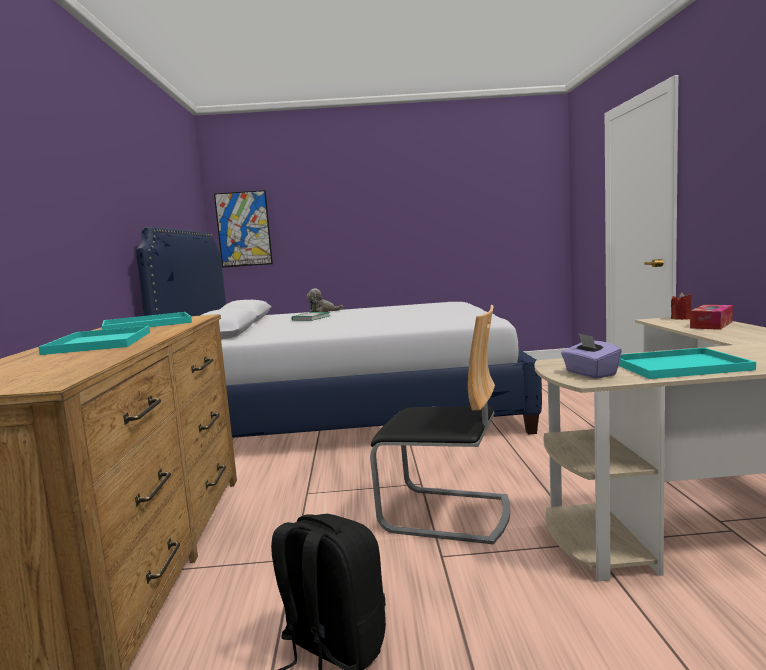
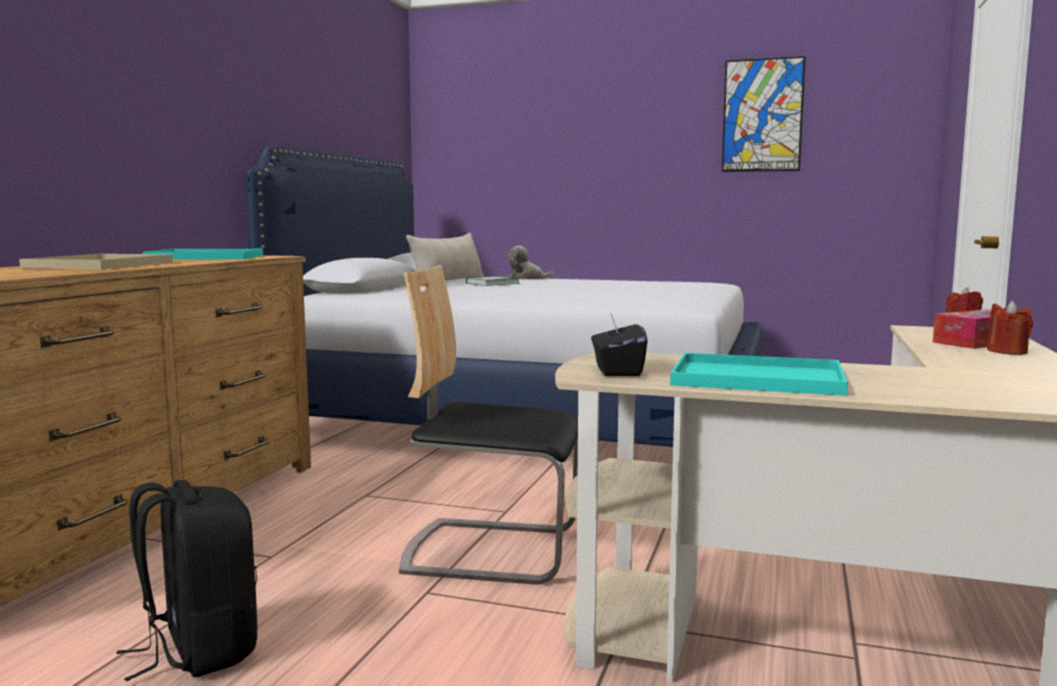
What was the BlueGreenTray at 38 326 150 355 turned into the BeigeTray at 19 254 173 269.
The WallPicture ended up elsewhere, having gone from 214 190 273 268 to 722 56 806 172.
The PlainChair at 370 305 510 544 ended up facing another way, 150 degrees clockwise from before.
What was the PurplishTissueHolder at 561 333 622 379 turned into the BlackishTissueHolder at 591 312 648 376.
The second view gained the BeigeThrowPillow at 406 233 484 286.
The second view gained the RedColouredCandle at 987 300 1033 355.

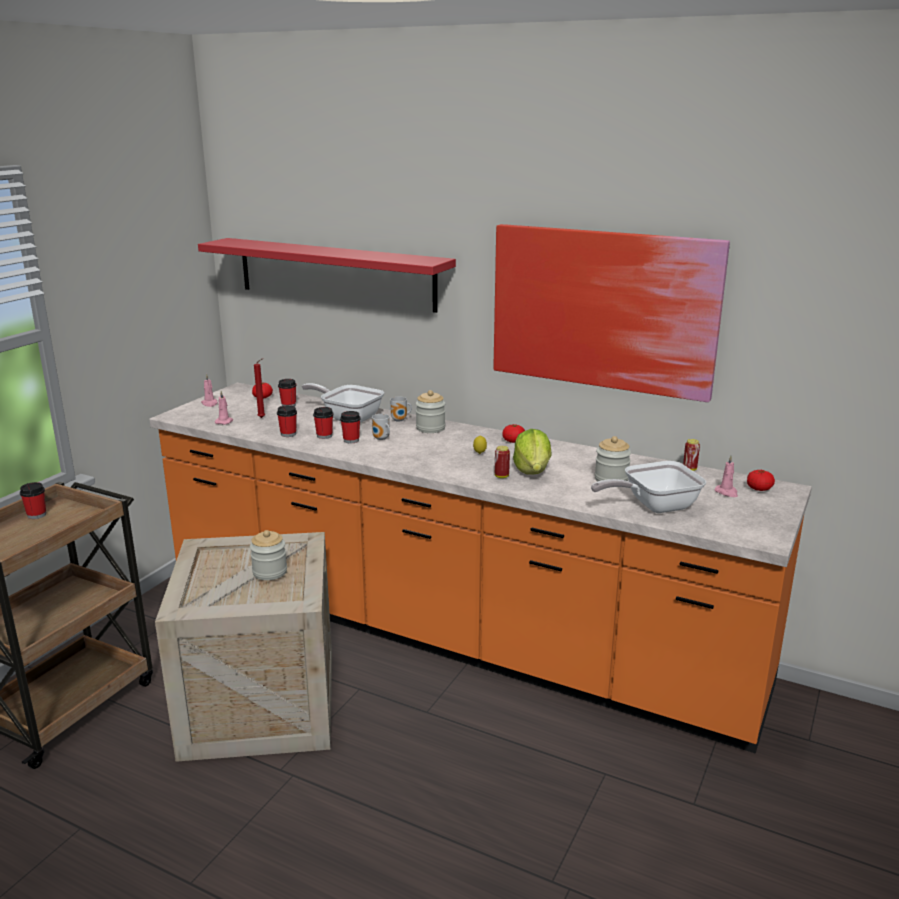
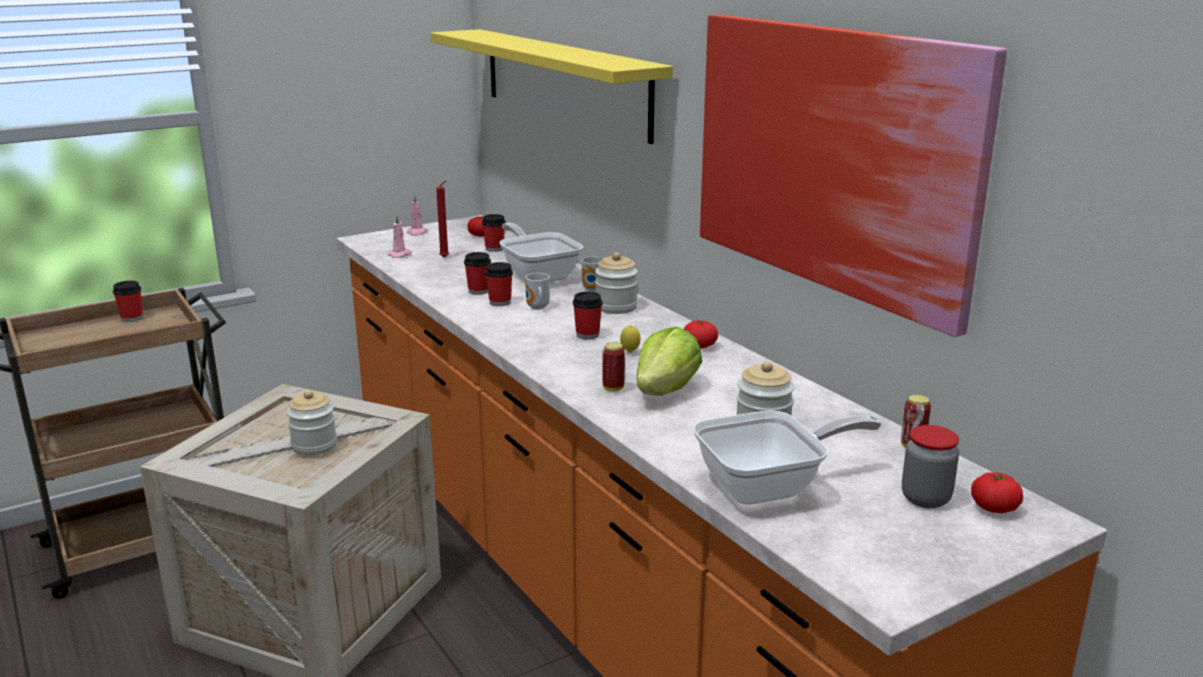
What was the RedColouredBracketShelf at 198 238 456 313 turned into the YellowBracketShelf at 431 29 673 144.
The Cup ended up elsewhere, having gone from 277 405 297 437 to 573 292 603 340.
The Skillet at 591 461 706 513 ended up facing another way, 150 degrees clockwise from before.
Where the PinkishCandle stood at 715 456 738 497, the PreserveJar came to stand at 902 425 959 508.

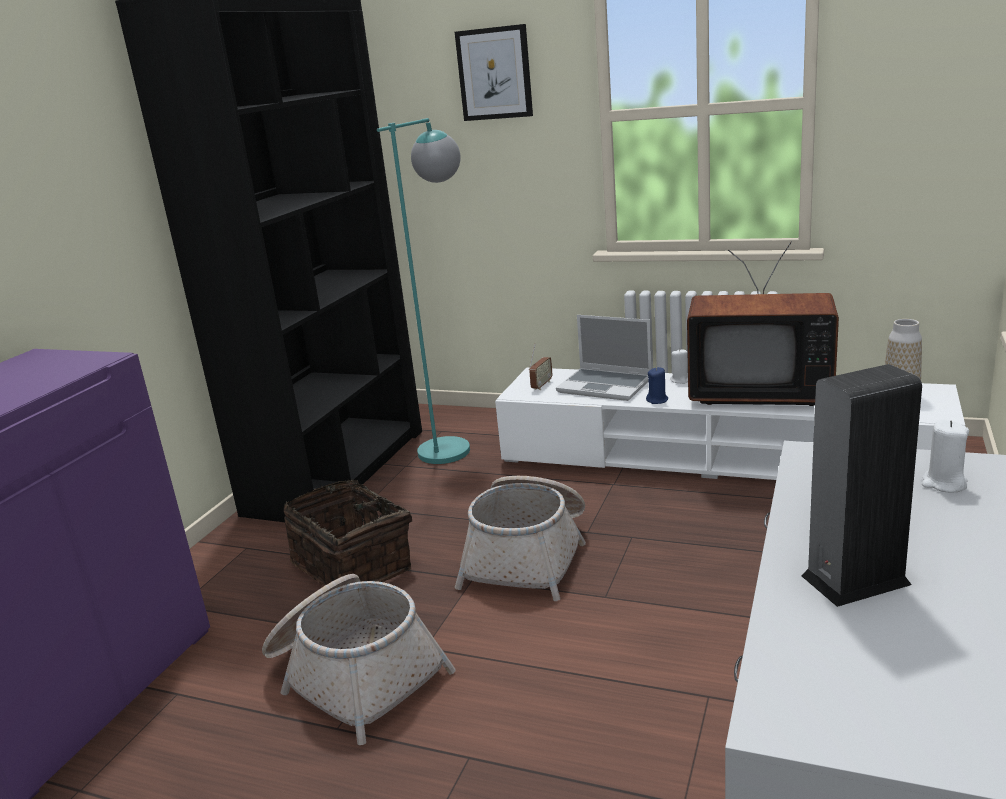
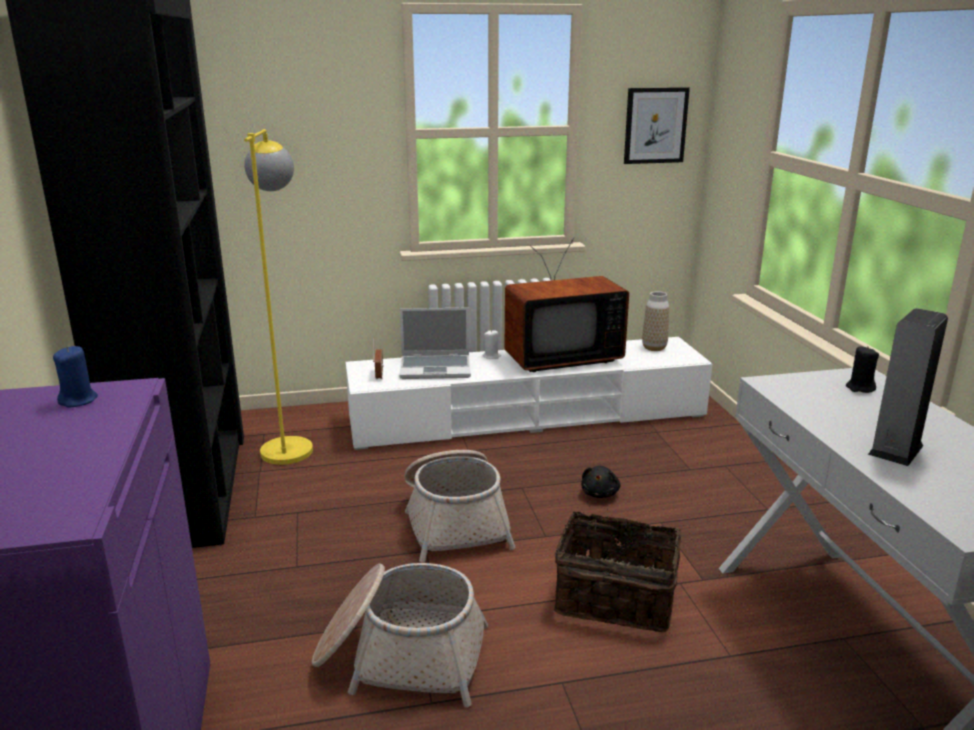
The HouseholdBasket ended up elsewhere, having gone from 284 479 412 586 to 553 505 681 632.
What was the BlueGreenFloorLamp at 377 118 470 464 turned into the YellowFloorLamp at 244 129 313 465.
The WallPicture ended up elsewhere, having gone from 455 24 533 121 to 624 87 690 164.
The BlueCandle ended up elsewhere, having gone from 646 367 668 404 to 53 346 98 407.
What was the WhiteColouredCandle at 922 419 969 493 turned into the BlackishCandle at 846 346 879 393.
The second view gained the BlackishSoftToy at 581 466 621 498.

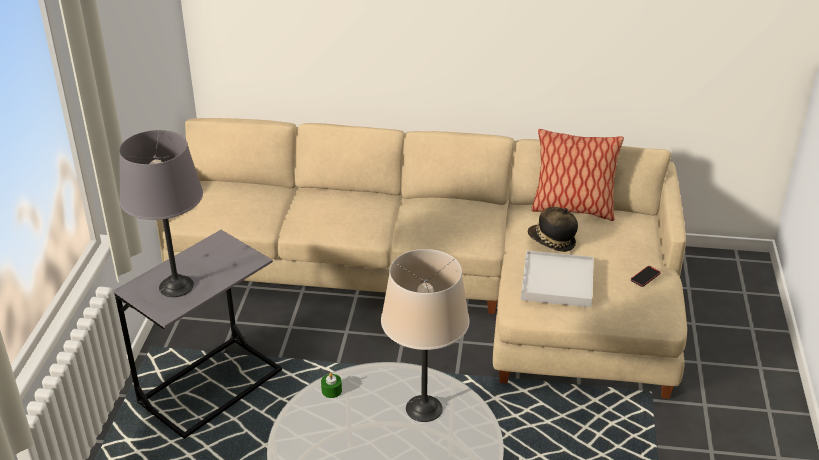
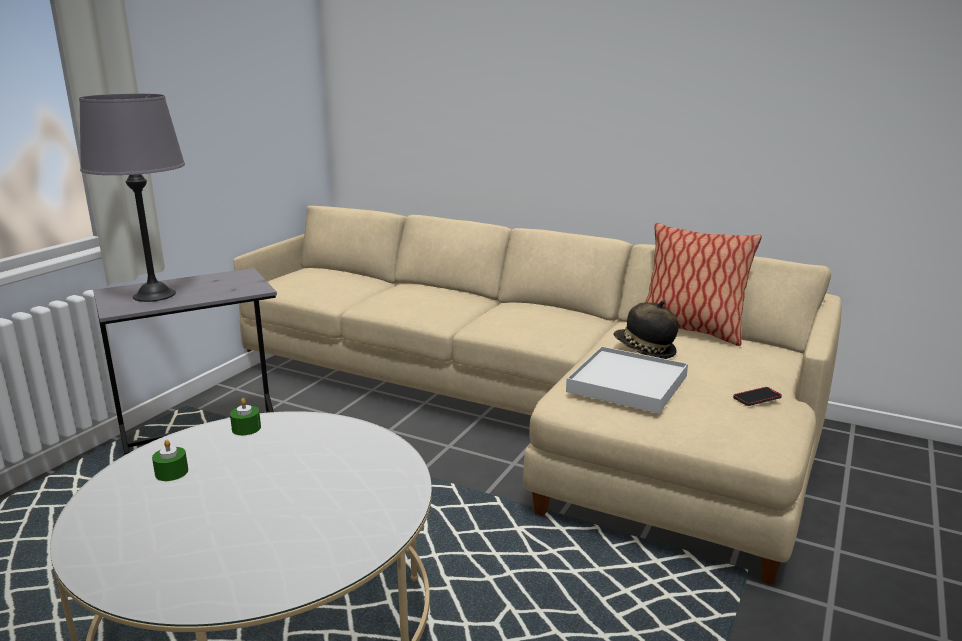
The second view lost the BeigeTableLamp at 381 249 470 422.
The second view gained the GreenishCandle at 152 440 188 481.

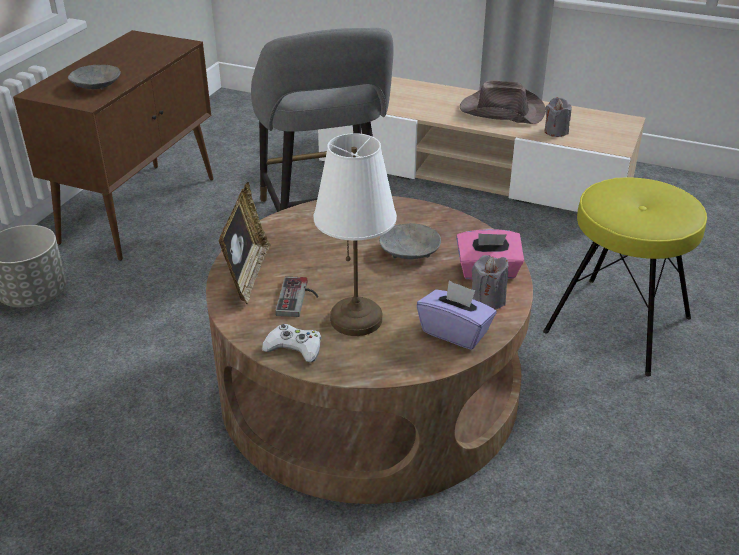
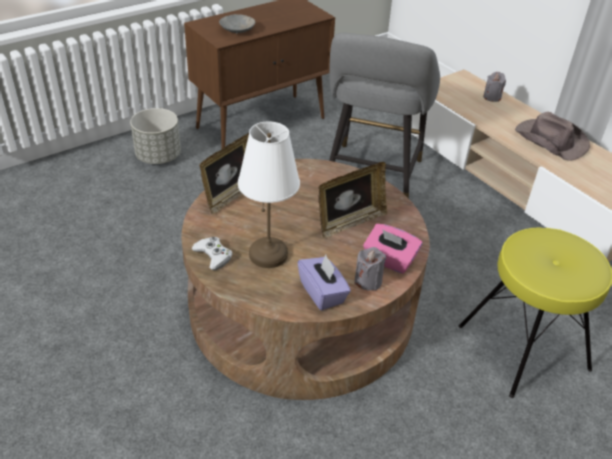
The second view lost the Joypad at 276 276 318 317.
Where the GreyishDeepDish stood at 379 223 441 259, the PhotoFrame came to stand at 319 162 387 238.
The GreyishCandle ended up elsewhere, having gone from 544 97 572 137 to 483 72 506 102.

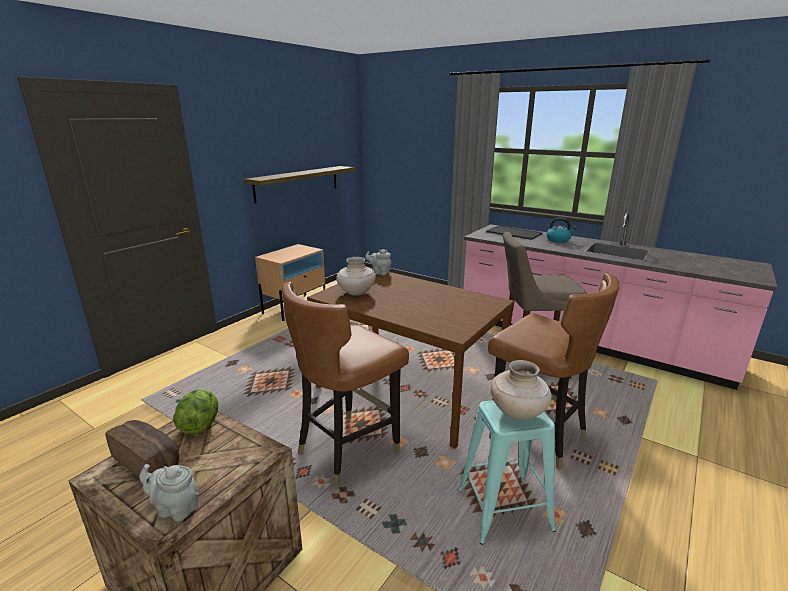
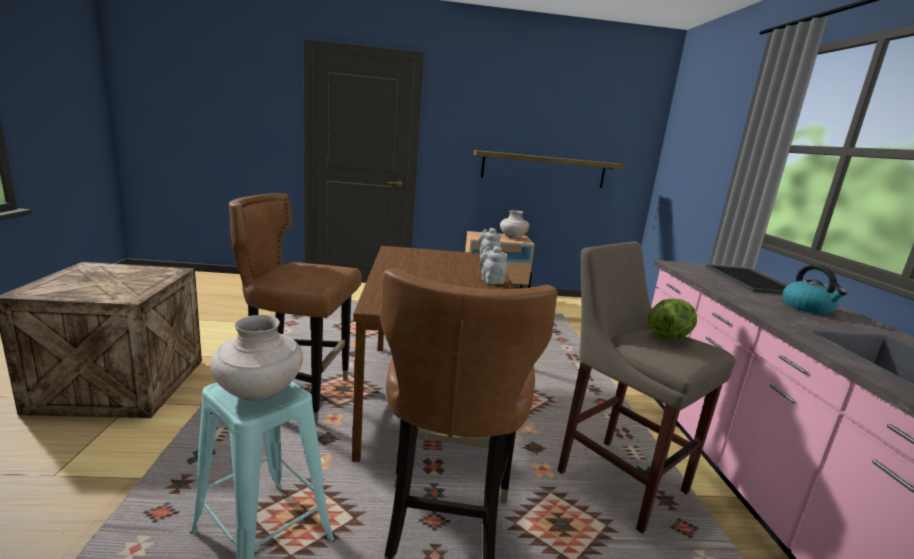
The second view lost the BakedBread at 105 420 180 476.
The GreyishTeapot ended up elsewhere, having gone from 139 464 199 522 to 480 246 507 284.
The HeadOfLettuce ended up elsewhere, having gone from 173 389 218 435 to 648 298 697 340.
The BeigeFlowerVase ended up elsewhere, having gone from 336 257 376 296 to 500 210 530 239.

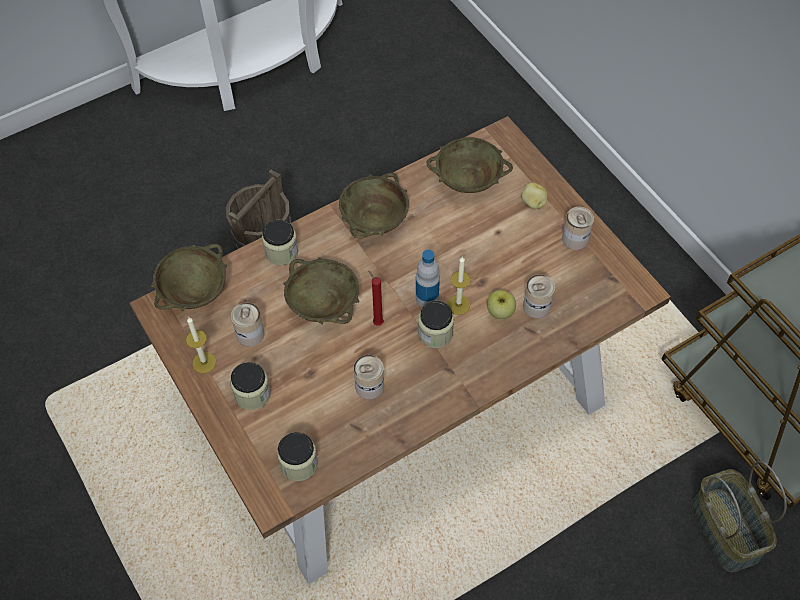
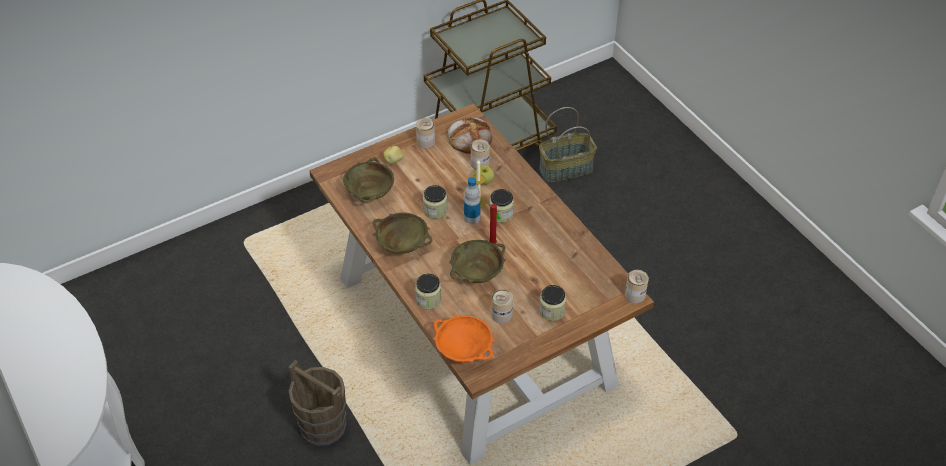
What was the BeigeDeepDish at 151 244 227 311 turned into the OrangeDeepDish at 433 315 495 363.
The second view lost the Candle at 186 317 216 373.
The PreserveJar ended up elsewhere, having gone from 277 432 318 481 to 423 185 448 219.
The SealedCan ended up elsewhere, having gone from 354 355 384 399 to 625 270 649 303.
The second view gained the BakedBread at 447 117 492 154.

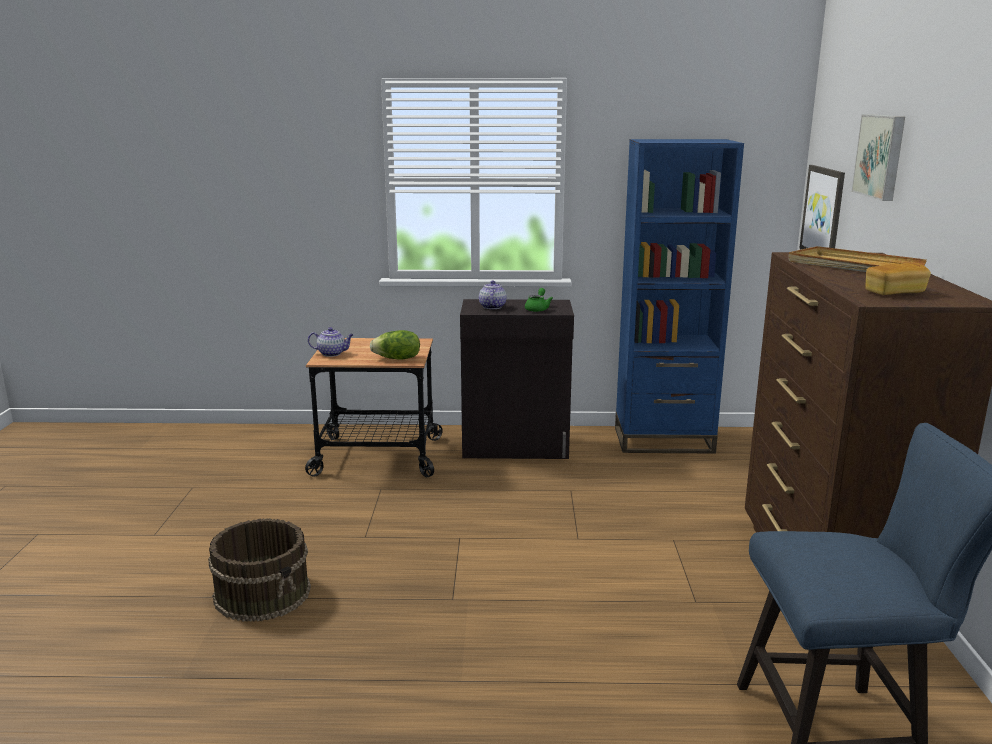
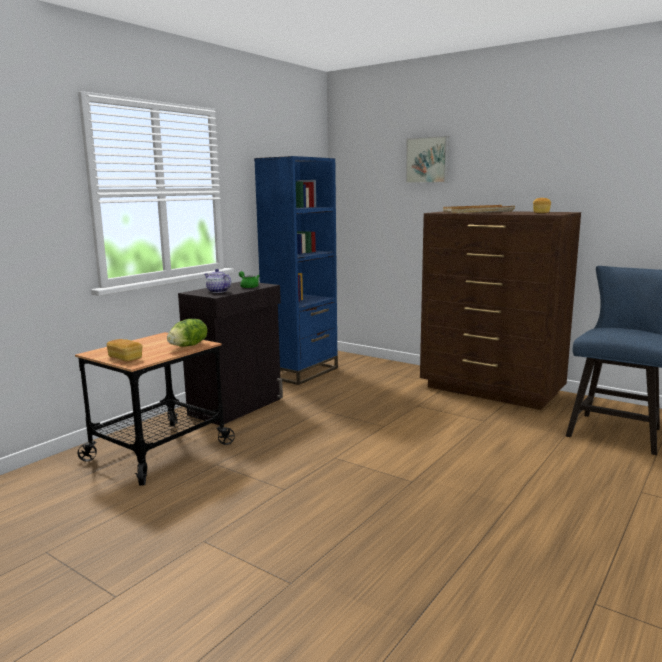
The second view lost the BrownColouredWaterBucket at 208 518 311 622.
Where the Teapot stood at 308 327 354 357, the BakedBread came to stand at 107 339 142 362.
The second view lost the WallPicture at 799 165 845 249.

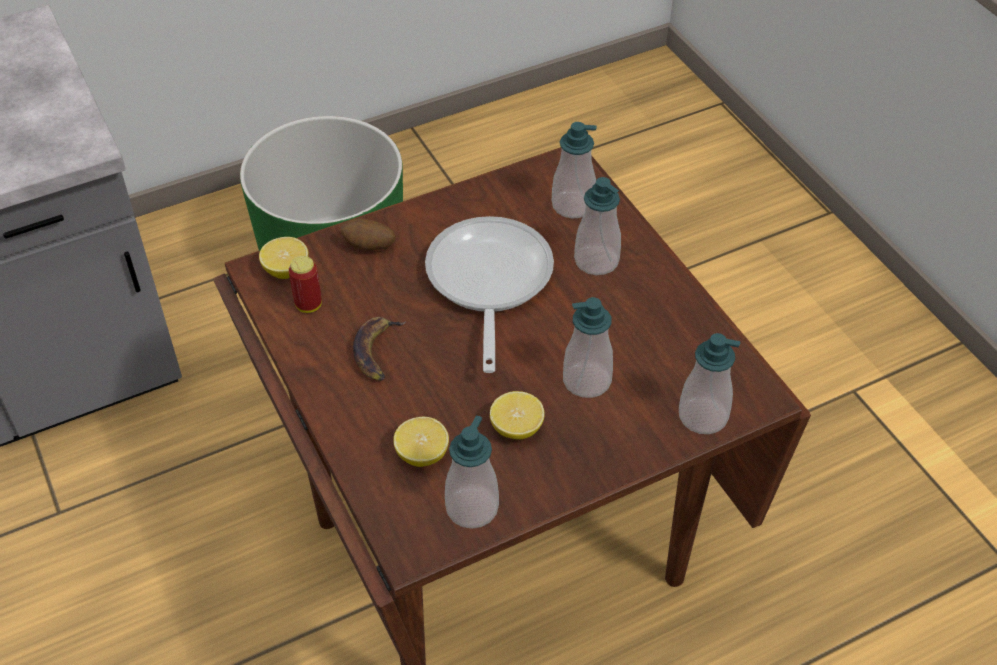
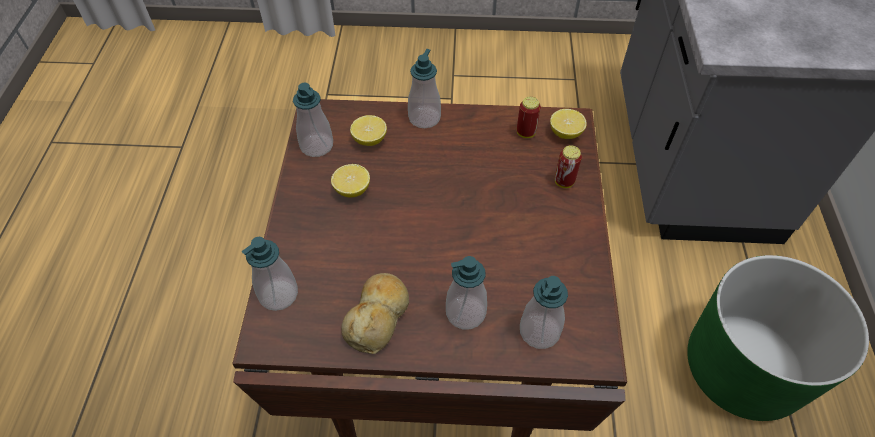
Where the Spud stood at 341 218 396 250, the SealedCan came to stand at 555 145 582 188.
The second view lost the WholeBanana at 353 317 406 381.
The second view lost the Skillet at 425 216 554 373.
The LiquidSoapBottle ended up elsewhere, having gone from 563 297 613 398 to 408 49 441 128.
The second view gained the BakedBread at 341 273 409 354.

